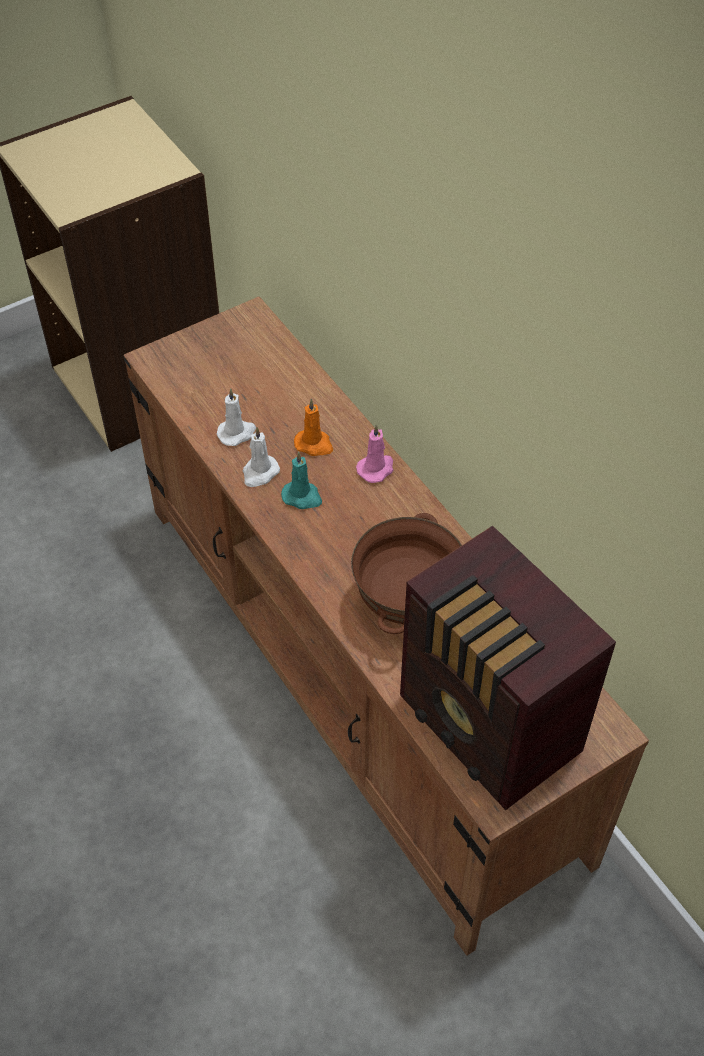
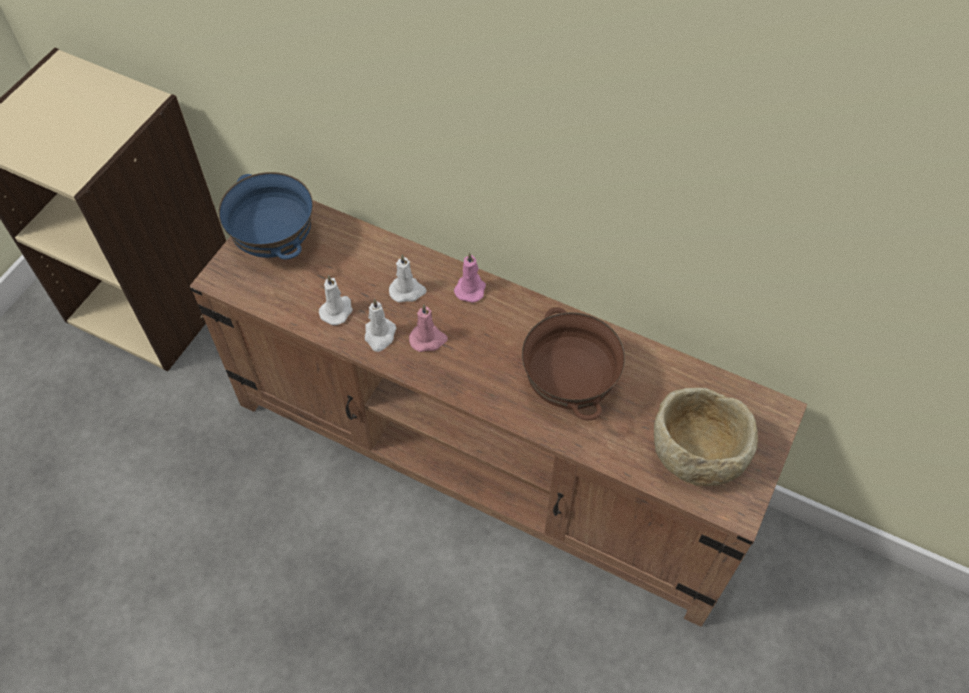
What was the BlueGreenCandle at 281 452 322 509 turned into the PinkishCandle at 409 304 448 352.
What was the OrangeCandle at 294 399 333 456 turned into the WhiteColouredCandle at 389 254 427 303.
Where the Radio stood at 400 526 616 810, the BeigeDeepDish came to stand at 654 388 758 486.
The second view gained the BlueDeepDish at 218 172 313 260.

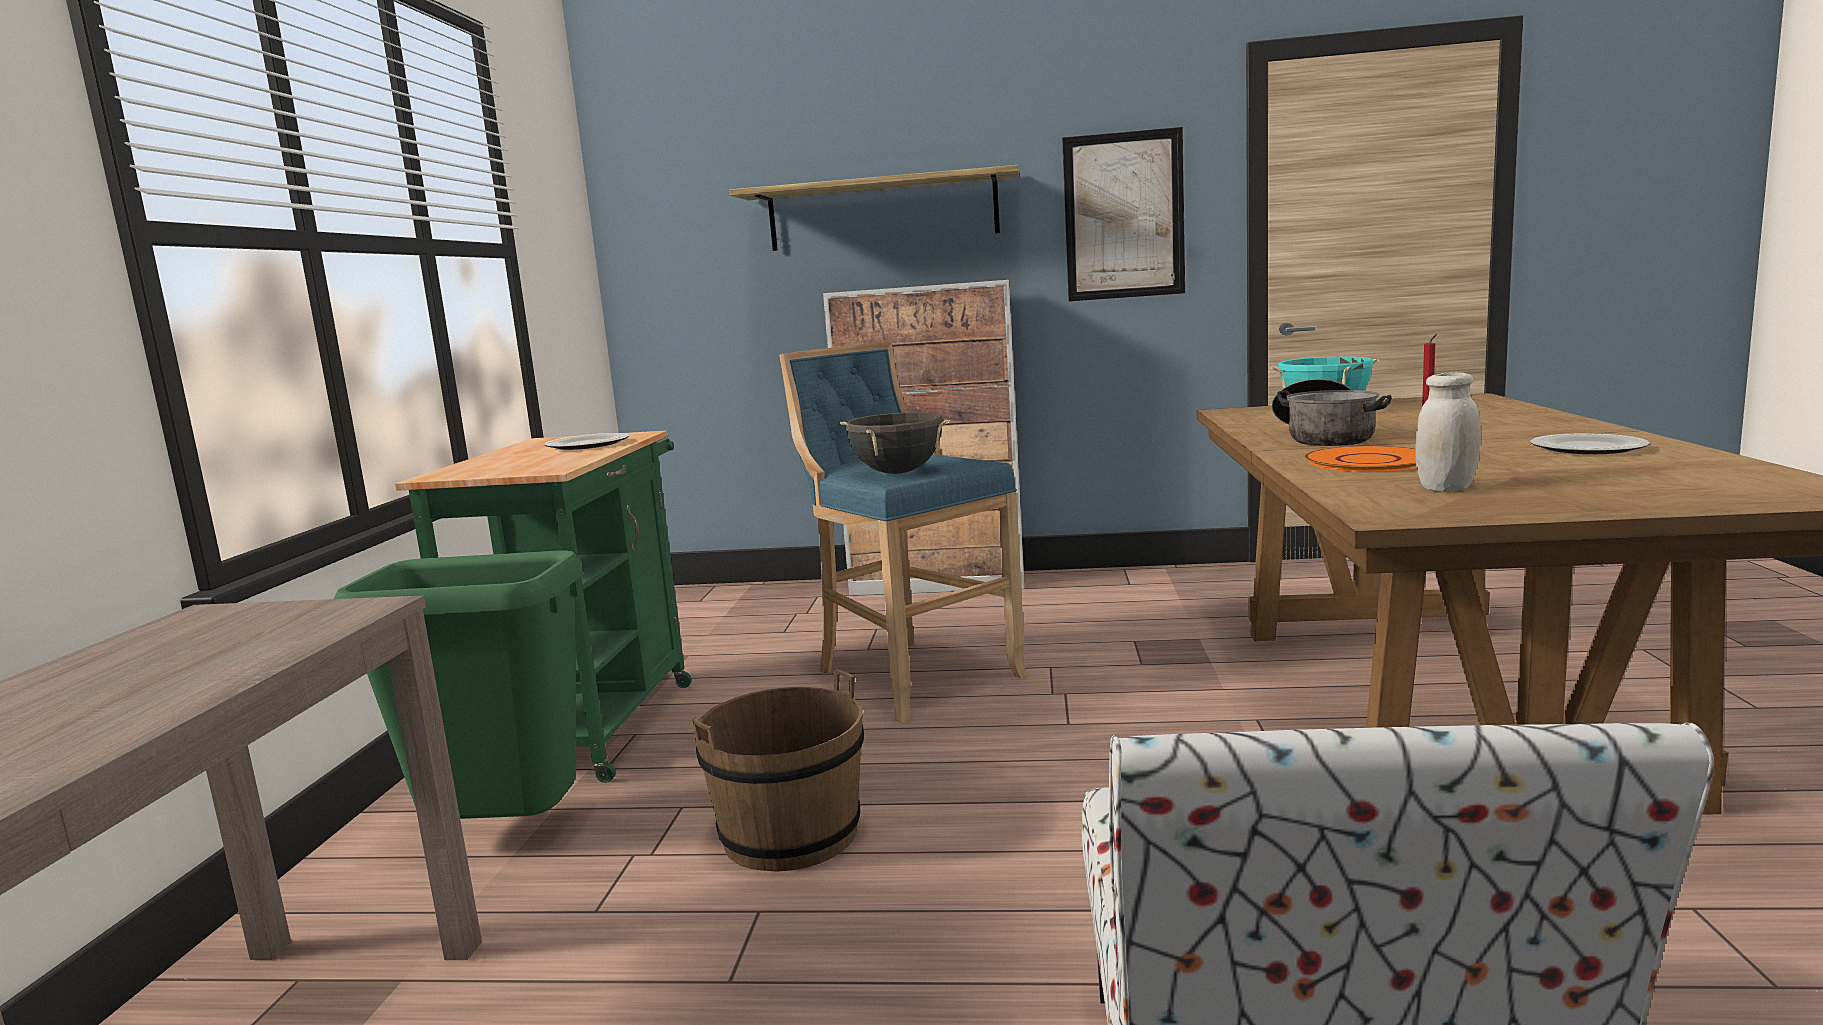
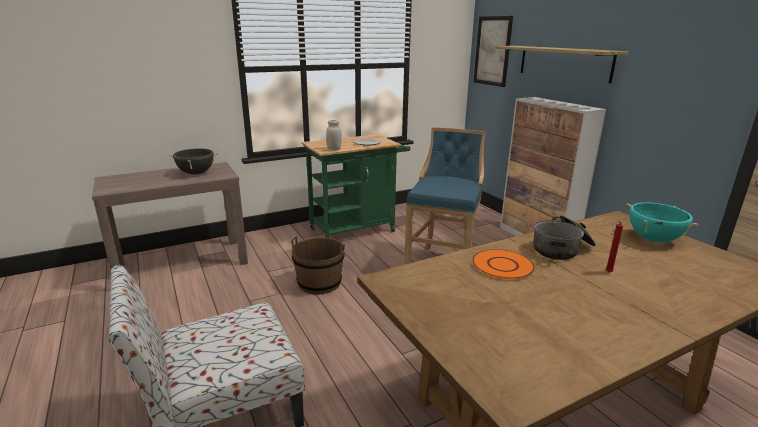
The second view lost the GreenishWasteBin at 333 550 583 819.
The BlackishStockpot ended up elsewhere, having gone from 840 412 951 474 to 169 148 218 175.
The WallPicture ended up elsewhere, having gone from 1062 127 1185 301 to 474 16 513 87.
The WhiteColouredPreserveJar ended up elsewhere, having gone from 1415 372 1481 492 to 326 120 342 150.
The second view lost the DinnerPlate at 1530 433 1650 454.

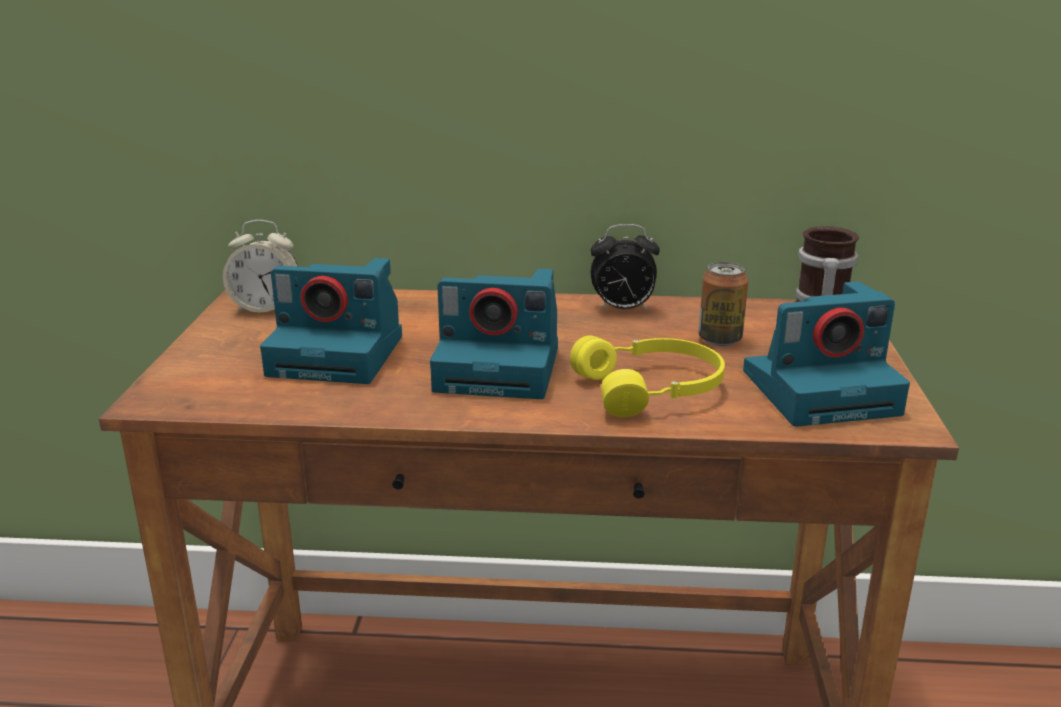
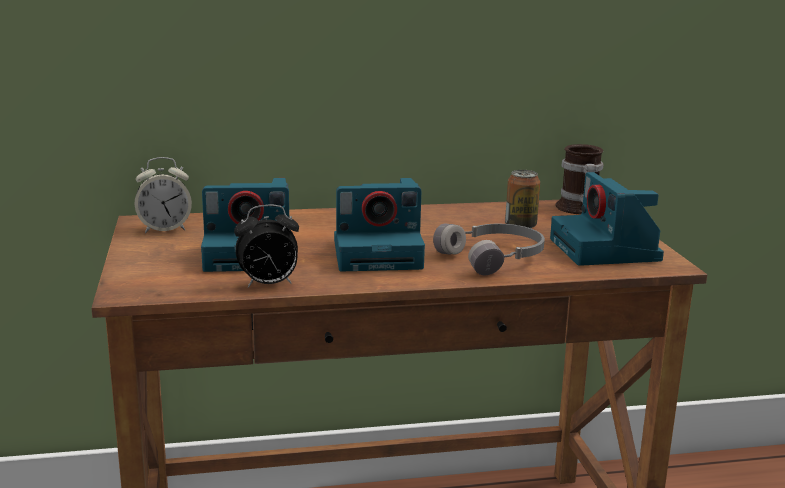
What was the YellowHeadset at 570 335 725 418 turned into the GreyishHeadset at 433 224 545 275.
The BedsideClock ended up elsewhere, having gone from 591 224 660 311 to 234 205 299 287.
The PhotoCamera at 743 281 910 426 ended up facing another way, 105 degrees clockwise from before.

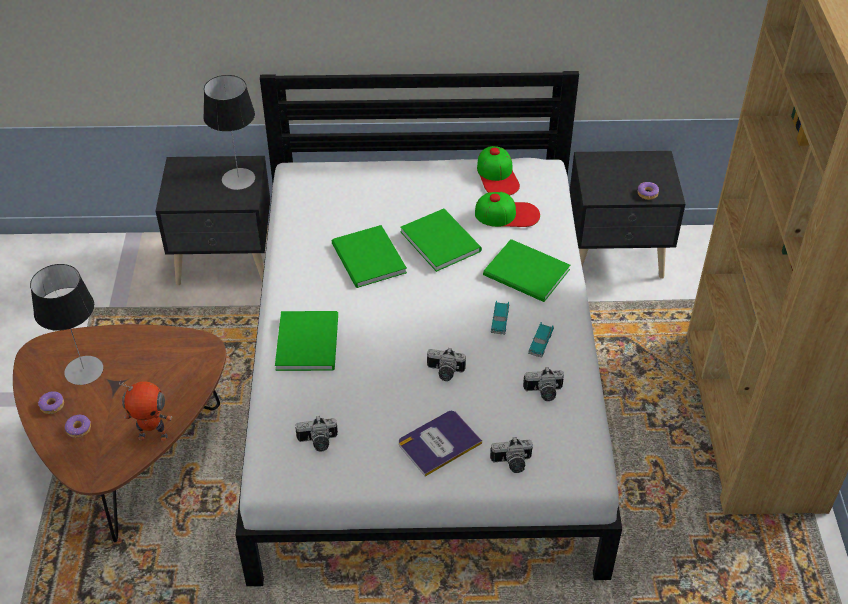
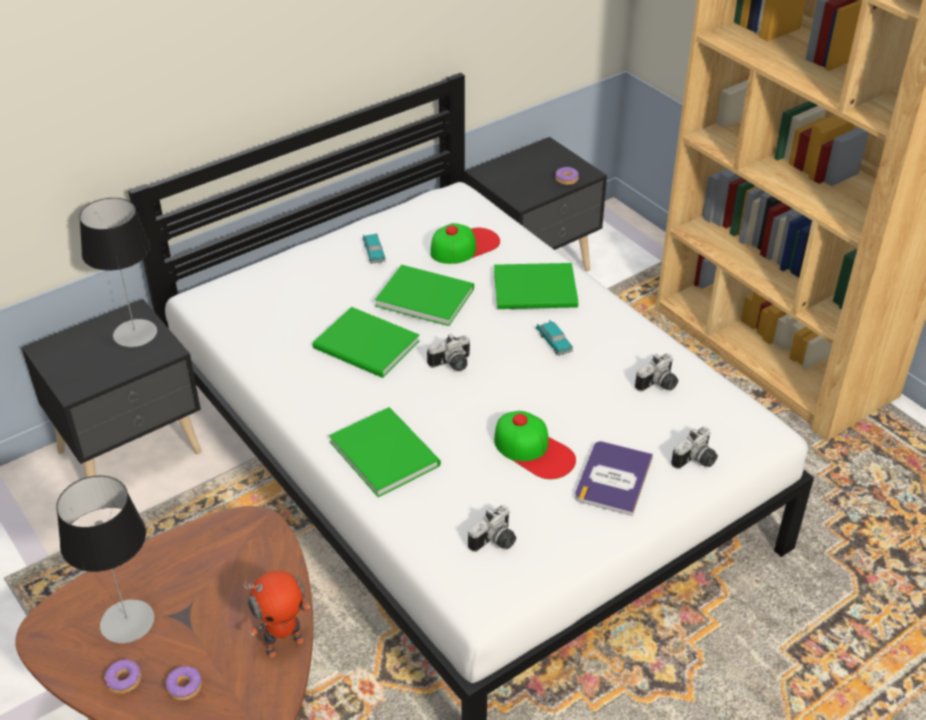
The PhotoCamera ended up elsewhere, having gone from 427 347 466 381 to 427 334 470 371.
The PeakedCap ended up elsewhere, having gone from 477 146 520 196 to 494 411 576 479.
The ToyCar ended up elsewhere, having gone from 528 322 554 358 to 363 233 386 264.

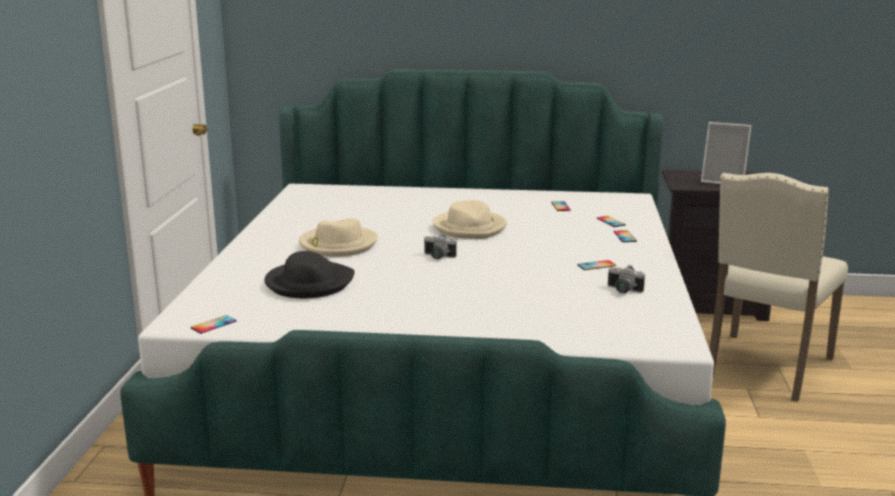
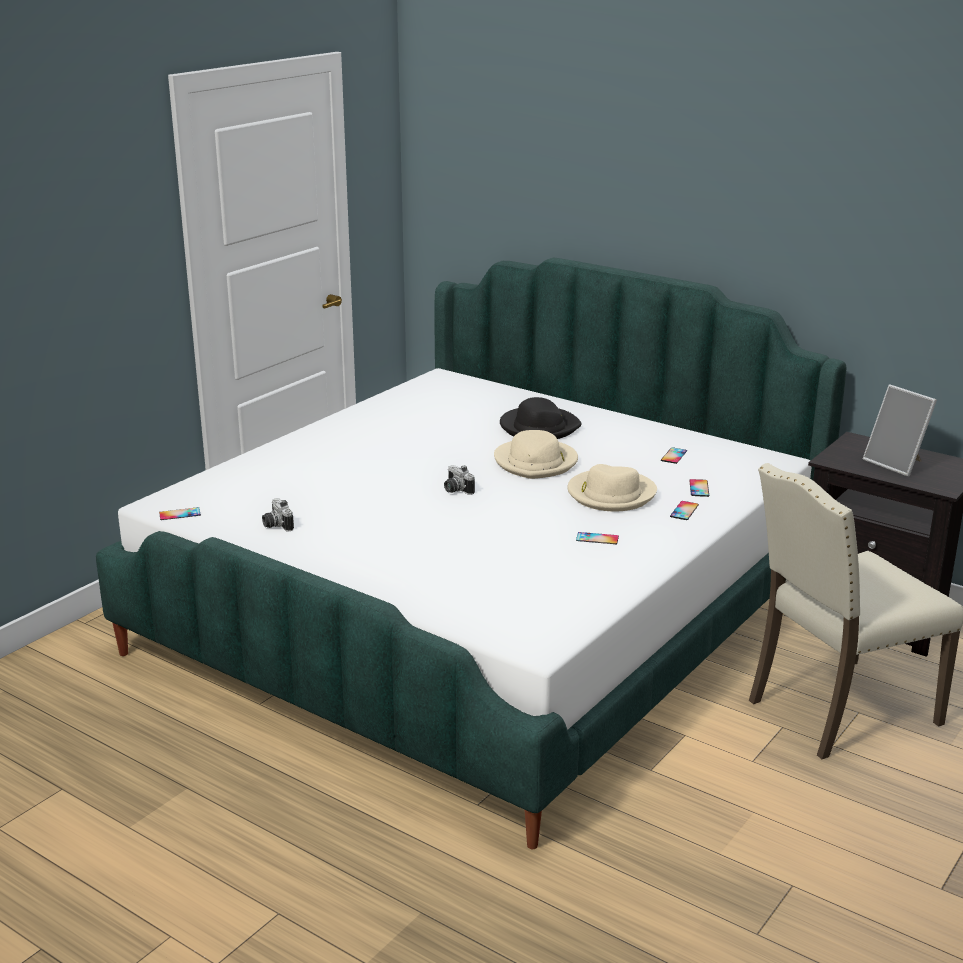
The BlackishWearableHat ended up elsewhere, having gone from 264 251 355 298 to 500 397 582 439.
The BeigeWearableHat ended up elsewhere, having gone from 299 218 378 257 to 568 464 657 511.
The PhotoCamera ended up elsewhere, having gone from 608 264 645 293 to 262 498 294 532.

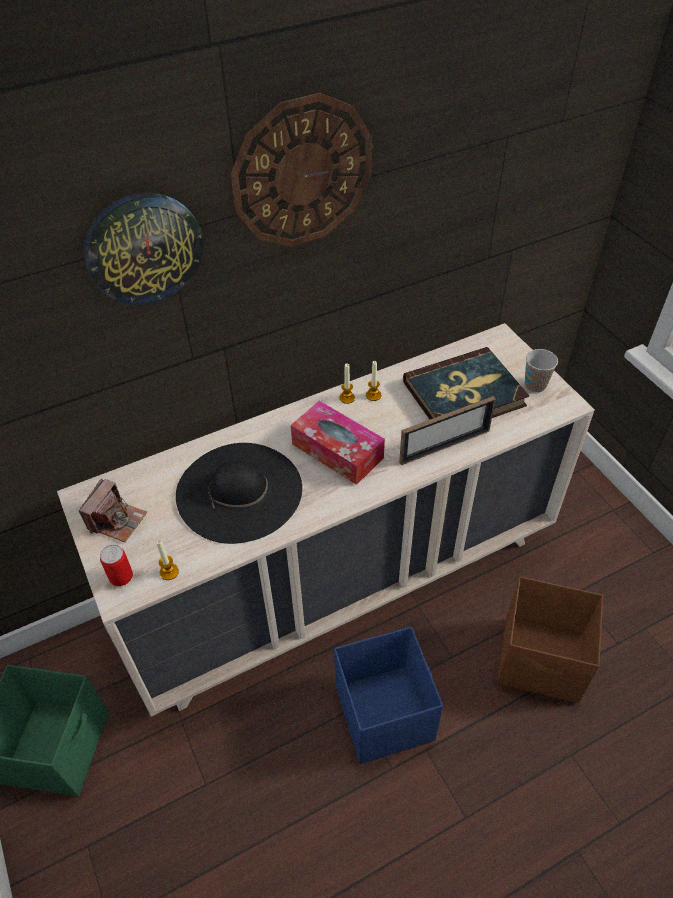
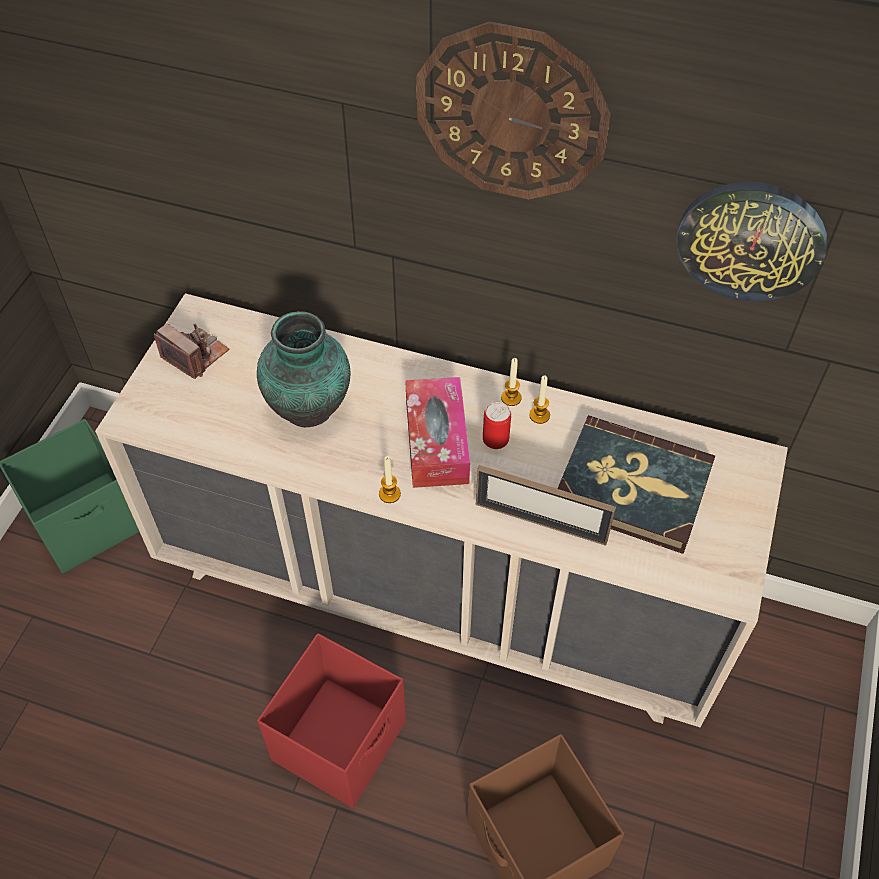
The PhotoCamera at 79 478 147 542 ended up facing another way, 120 degrees counterclockwise from before.
The WallClock ended up elsewhere, having gone from 83 193 204 305 to 676 182 827 301.
The SealedCan ended up elsewhere, having gone from 100 545 133 586 to 483 402 511 449.
The Candle ended up elsewhere, having gone from 156 540 179 580 to 379 456 401 503.
Where the BlackishWearableHat stood at 176 443 302 544, the FlowerVase came to stand at 257 311 351 427.
What was the BlueStorageBin at 334 627 443 764 turned into the RedColouredStorageBin at 257 633 406 808.
The second view lost the Cup at 525 349 558 393.

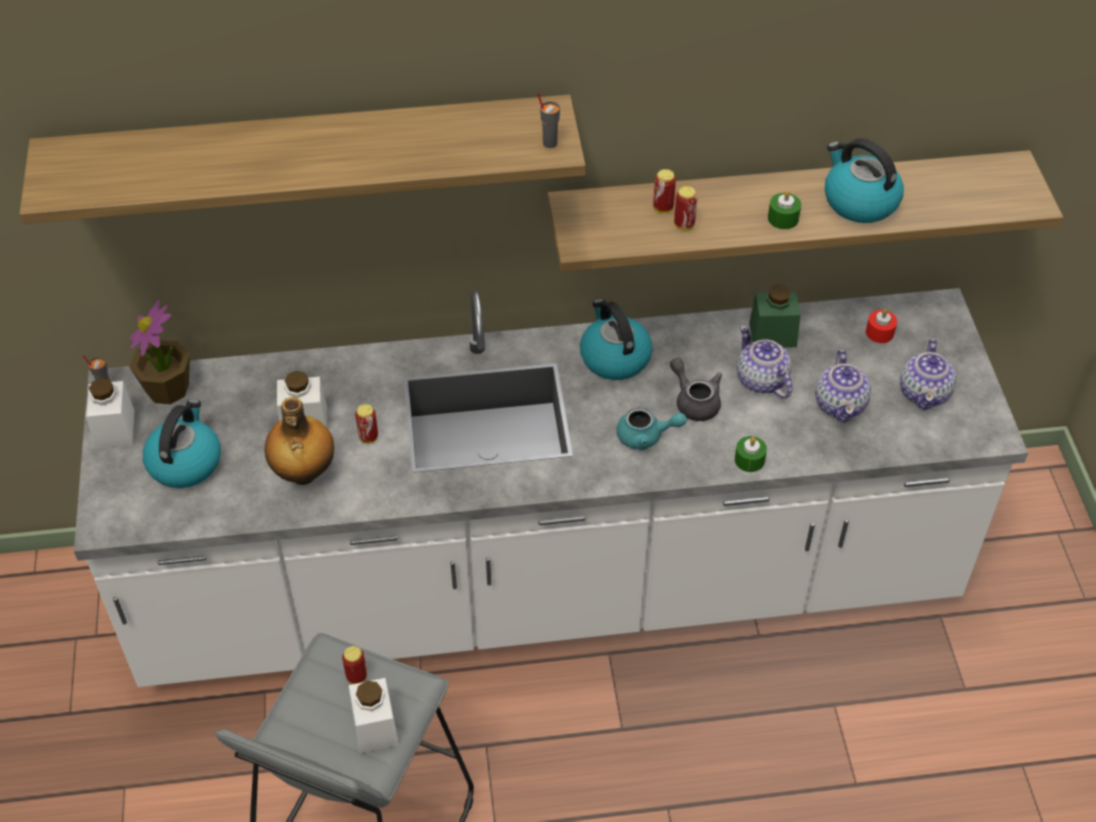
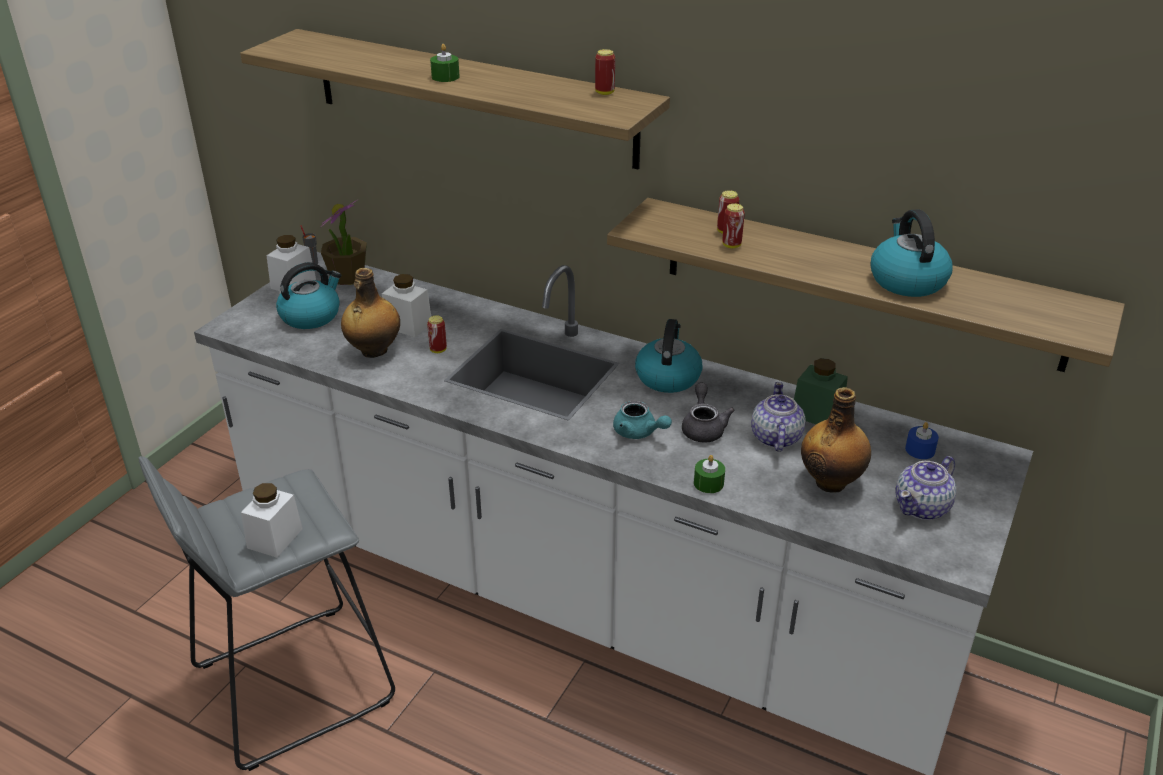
The SealedCan ended up elsewhere, having gone from 342 646 367 684 to 595 49 615 95.
The second view lost the GreyishCup at 537 93 560 148.
The GreenishCandle ended up elsewhere, having gone from 768 190 801 229 to 430 44 460 82.
Where the Teapot stood at 815 350 871 423, the Bottle came to stand at 801 387 871 493.
What was the RedColouredCandle at 866 309 897 343 turned into the BlueCandle at 905 422 939 459.

